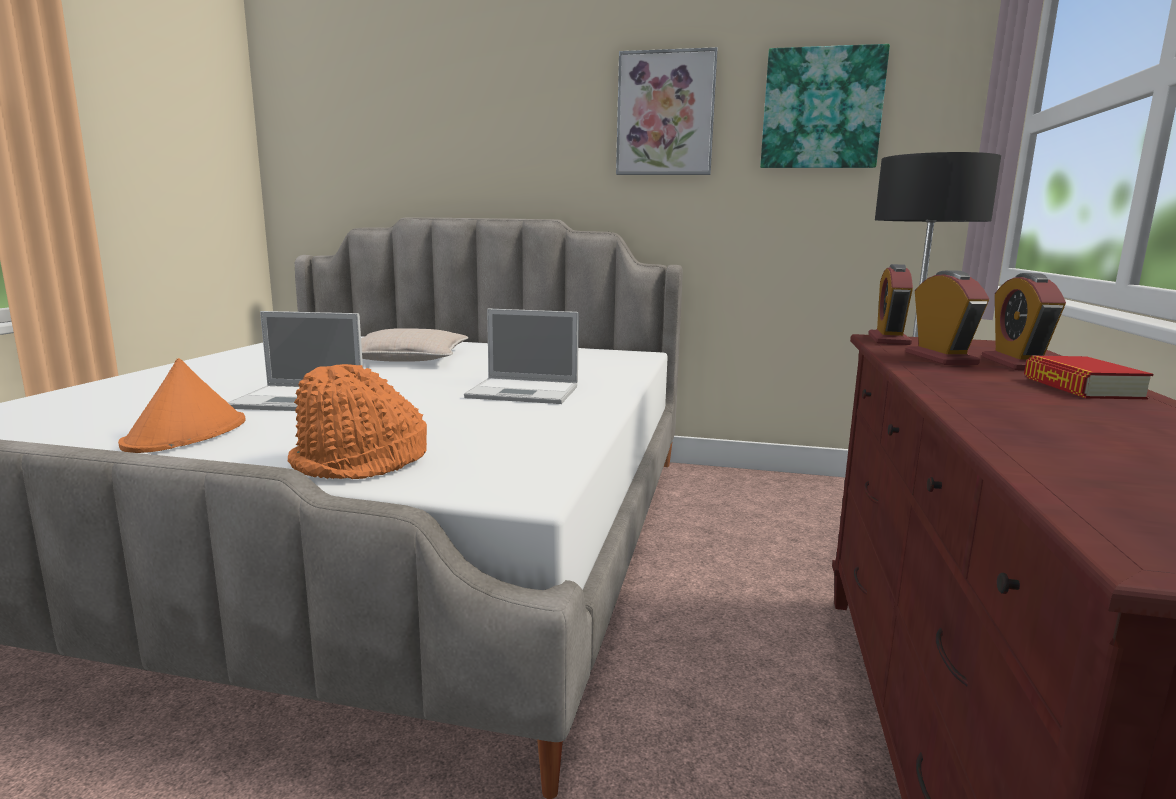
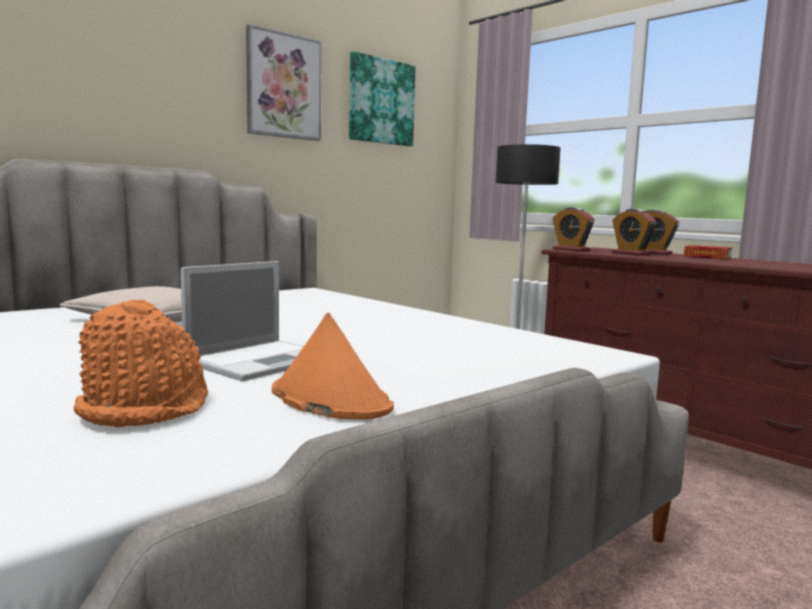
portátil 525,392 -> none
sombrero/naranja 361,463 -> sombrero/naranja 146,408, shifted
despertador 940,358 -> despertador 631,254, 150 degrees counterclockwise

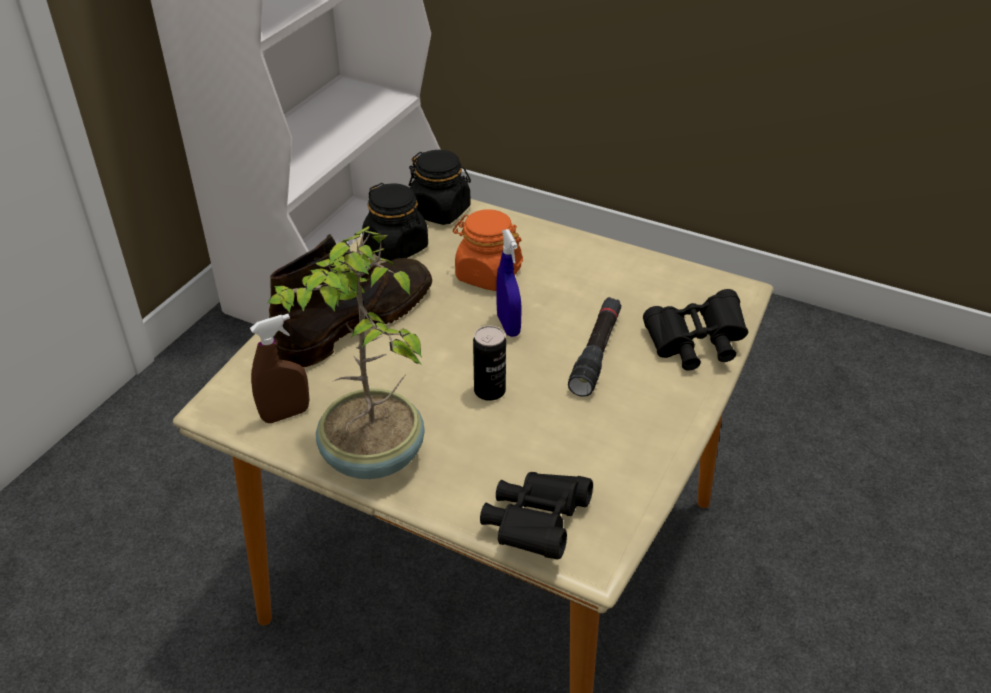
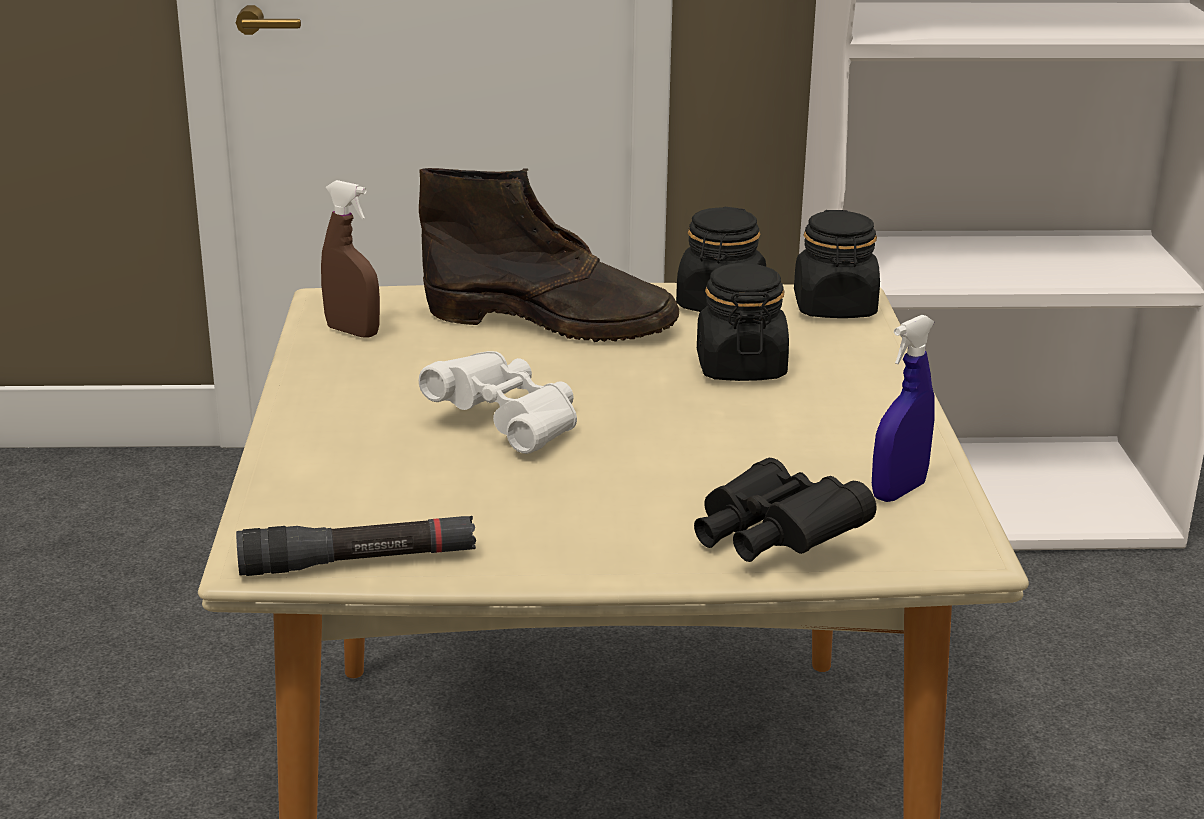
planta en maceta 371,458 -> none
prismáticos/negro 535,525 -> none
pulverizador/azul 508,325 -> pulverizador/azul 898,491, shifted
linterna/negro 596,353 -> linterna/negro 358,562, shifted
lata 489,391 -> prismáticos/blanco 508,425
tarro/naranja 487,275 -> tarro/negro 740,367

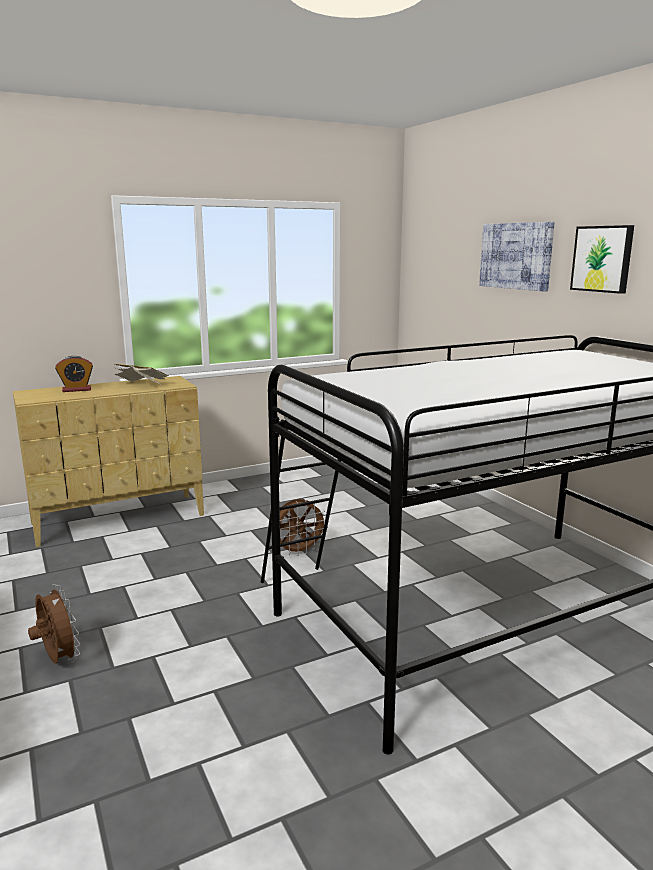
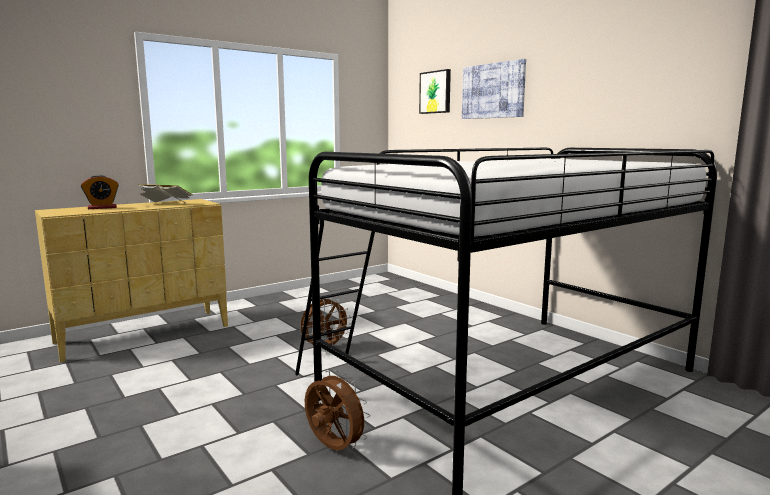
ventilador/marrón 58,660 -> ventilador/marrón 333,448, shifted
cuadro 602,259 -> cuadro 436,92, shifted

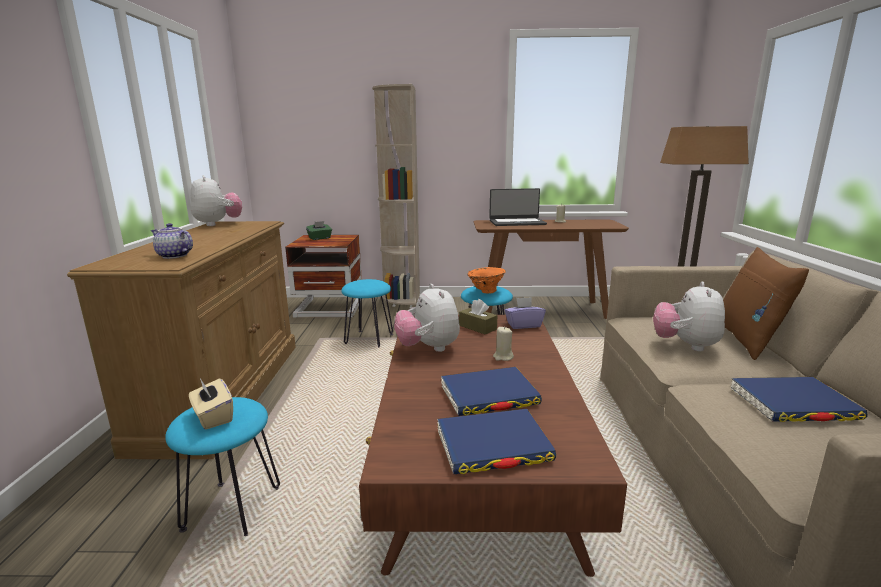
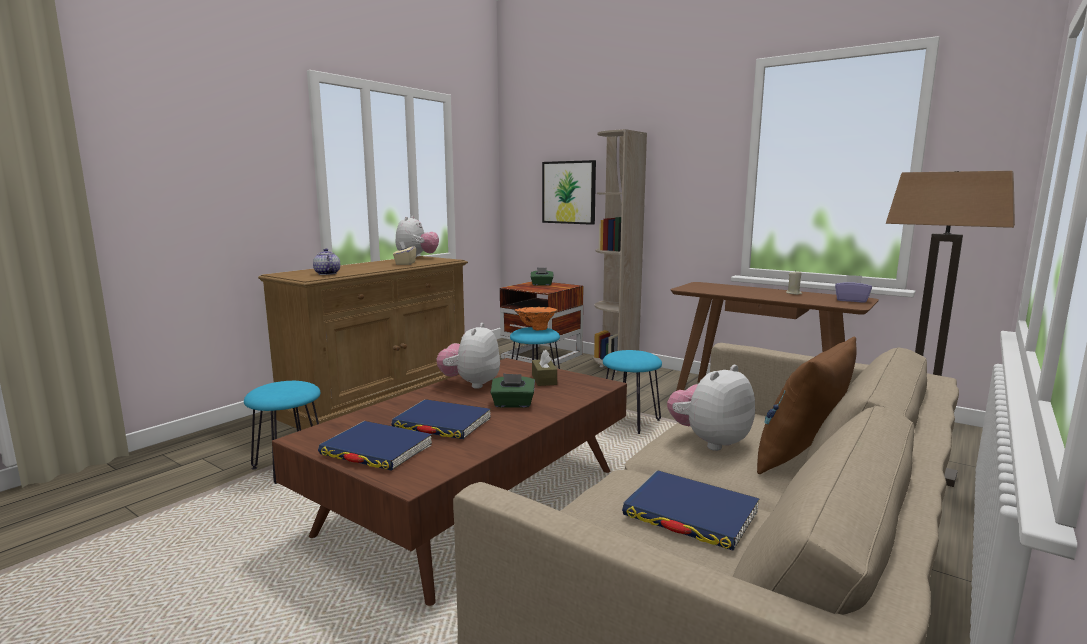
portátil 517,222 -> none
none -> cuadro 569,192
caja de pañuelos/beis 213,417 -> caja de pañuelos/beis 405,263, shifted
florero/naranja 485,292 -> florero/naranja 535,329, shifted
caja de pañuelos/morado 523,325 -> caja de pañuelos/morado 851,300, shifted
vela/beis 503,357 -> caja de pañuelos/verde 513,404

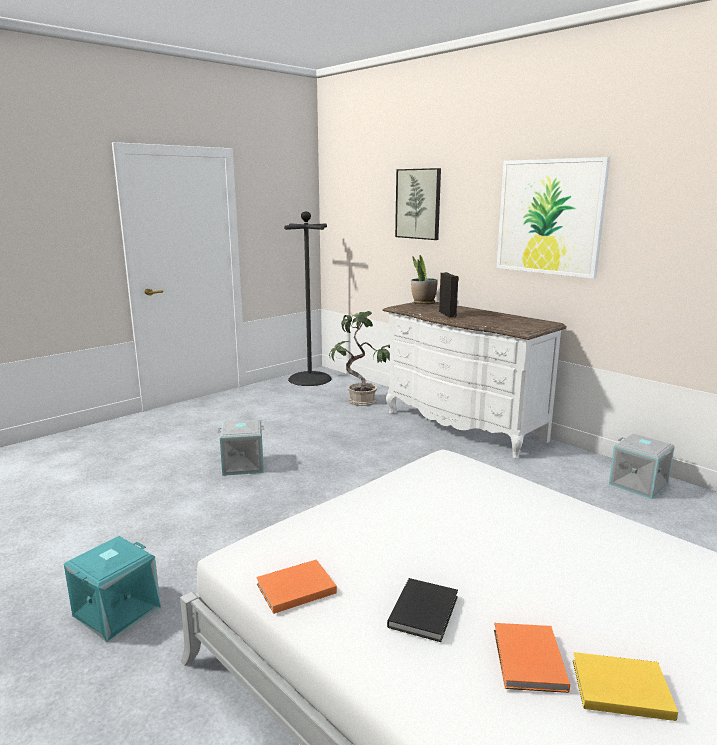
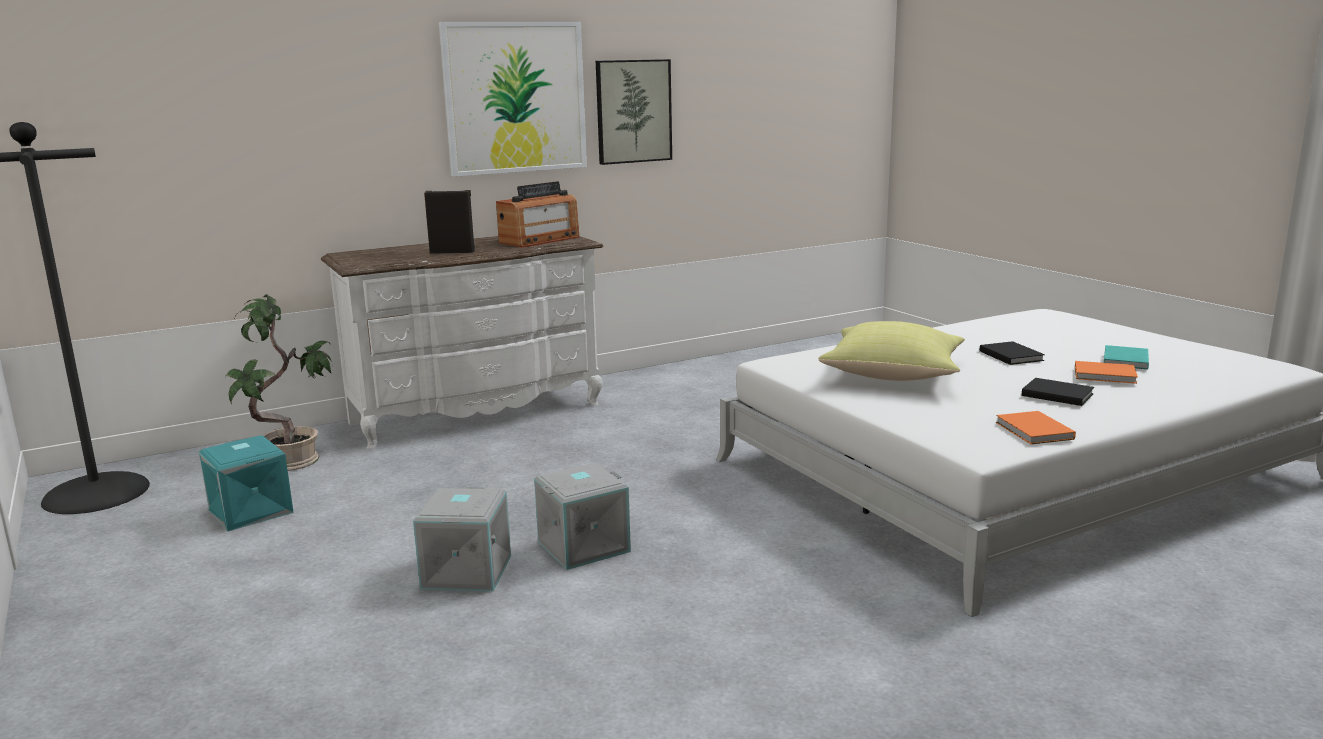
planta en maceta 423,303 -> none
none -> radio 540,240
none -> cojín/amarillo 894,375
none -> libro/negro 1010,355
caja de almacenaje/turquesa 116,611 -> caja de almacenaje/turquesa 249,511, shifted
cuadro 418,204 -> cuadro 633,111, shifted
caja de almacenaje/gris 639,484 -> caja de almacenaje/gris 583,546, shifted
libro/amarillo 618,687 -> libro/turquesa 1124,360

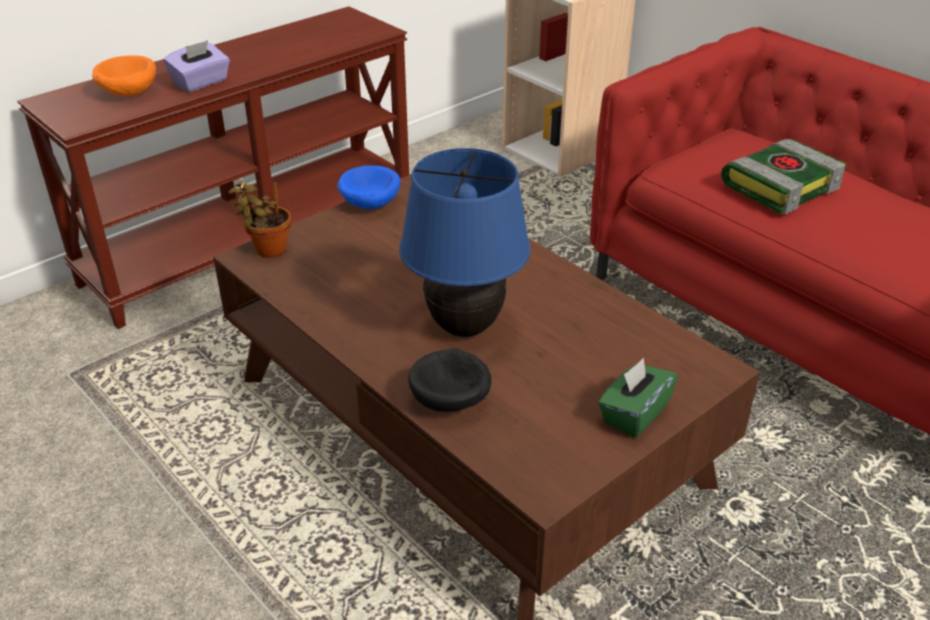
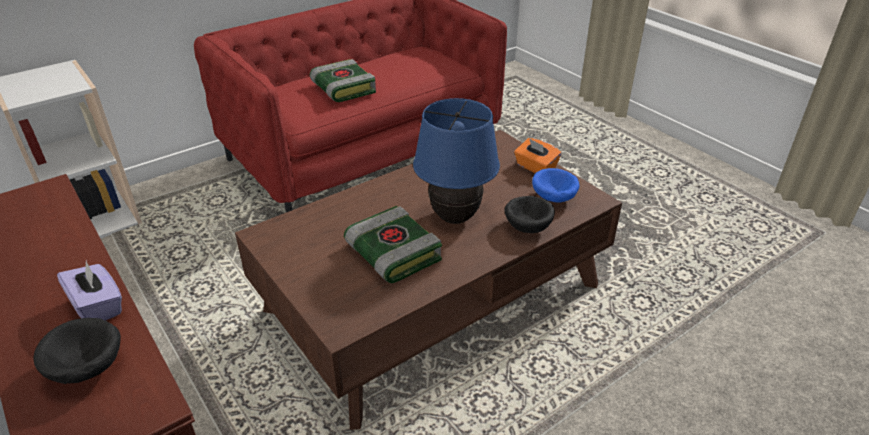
planta en maceta 267,250 -> none
none -> libro 391,253
cuenco/azul 369,204 -> cuenco/azul 553,198, shifted
cuenco/naranja 128,93 -> cuenco/negro 87,369
caja de pañuelos/verde 634,414 -> caja de pañuelos/naranja 535,167

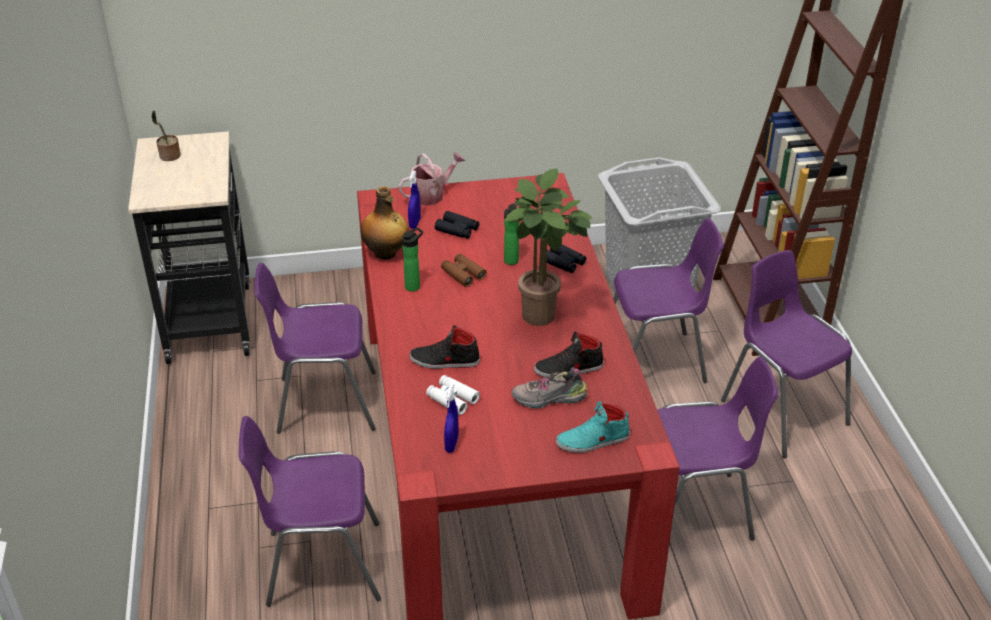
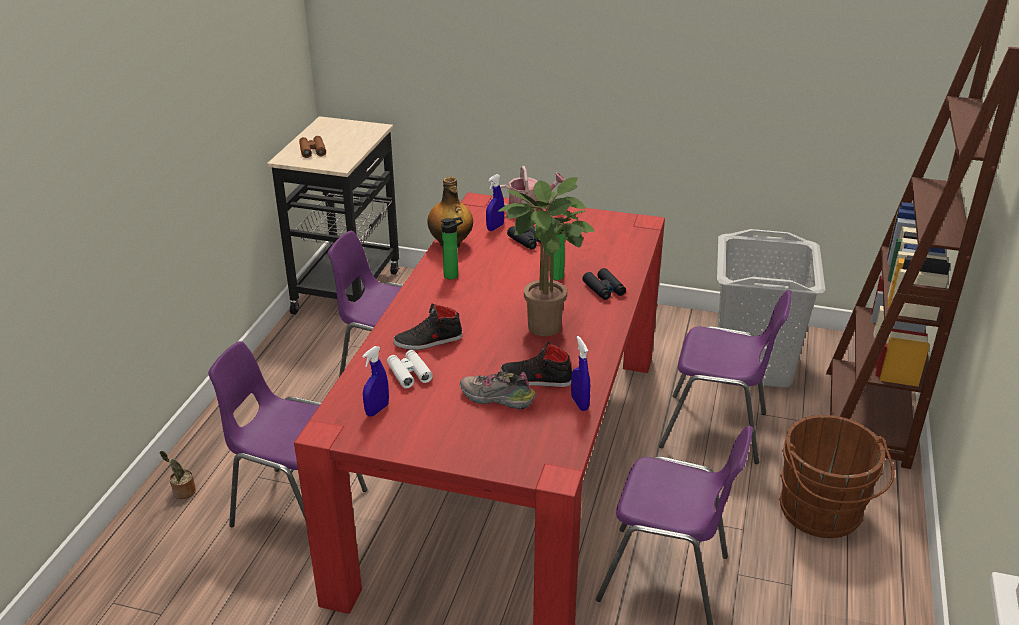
zapato/turquesa 593,441 -> none
none -> pulverizador/azul 579,403
planta en maceta 169,156 -> planta en maceta 182,492, shifted
prismáticos/marrón 463,274 -> prismáticos/marrón 312,150, shifted
silla/morado 781,411 -> cubo/marrón 822,514
zapato/negro 444,361 -> zapato/negro 428,341, 45 degrees counterclockwise

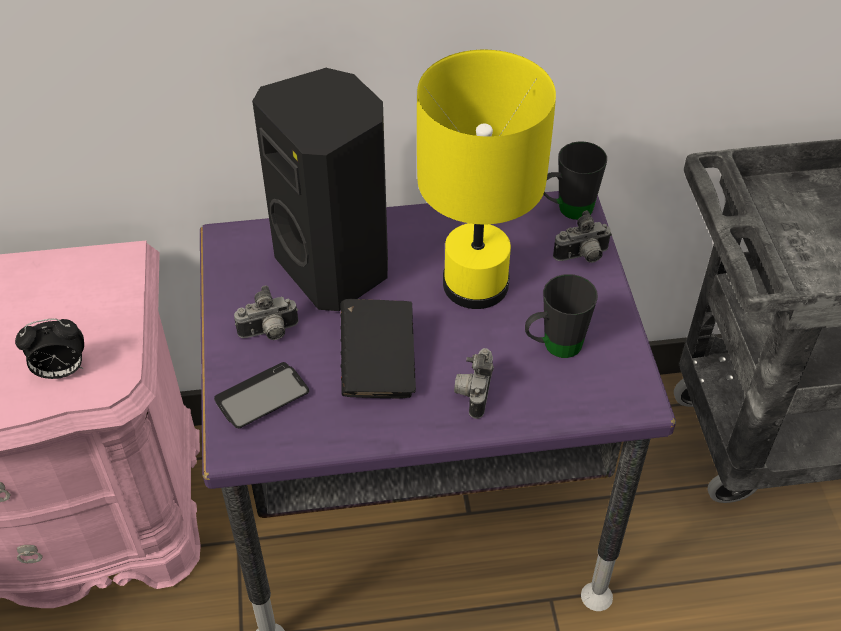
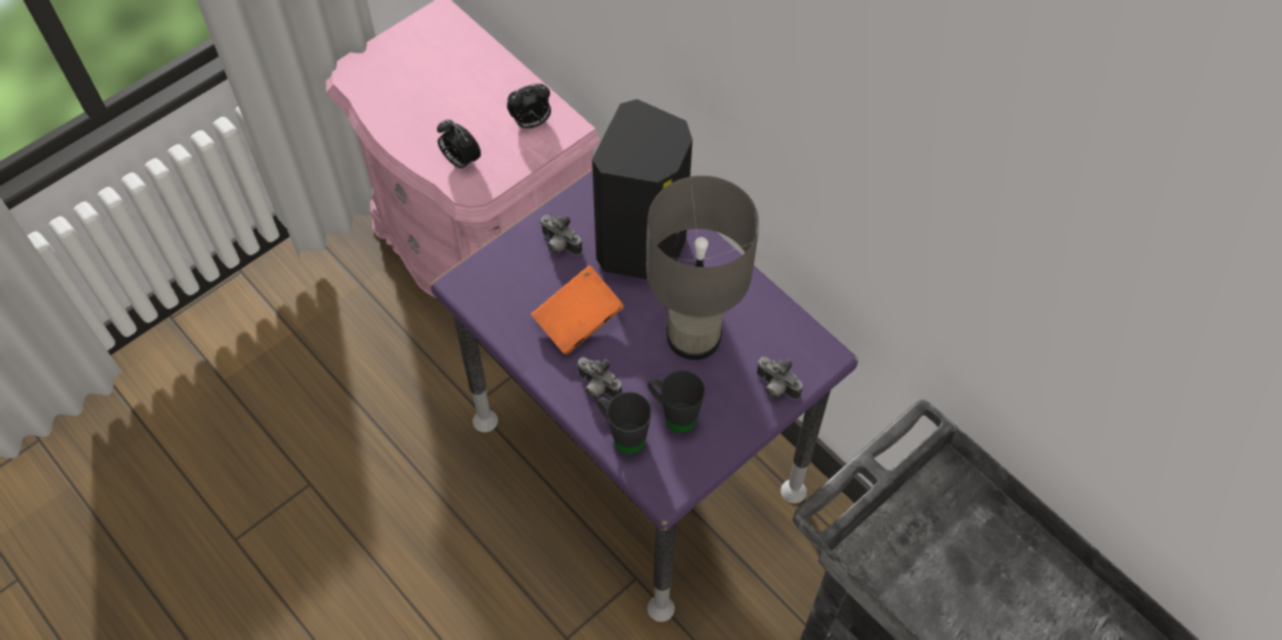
móvil 261,397 -> none
none -> despertador 531,123
taza grande/negro 567,210 -> taza grande/negro 622,435, shifted
libro/negro 378,365 -> libro/naranja 578,321
lámpara de mesa/amarillo 474,284 -> lámpara de mesa/gris 692,335
cámara 473,392 -> cámara 596,388, 120 degrees counterclockwise

